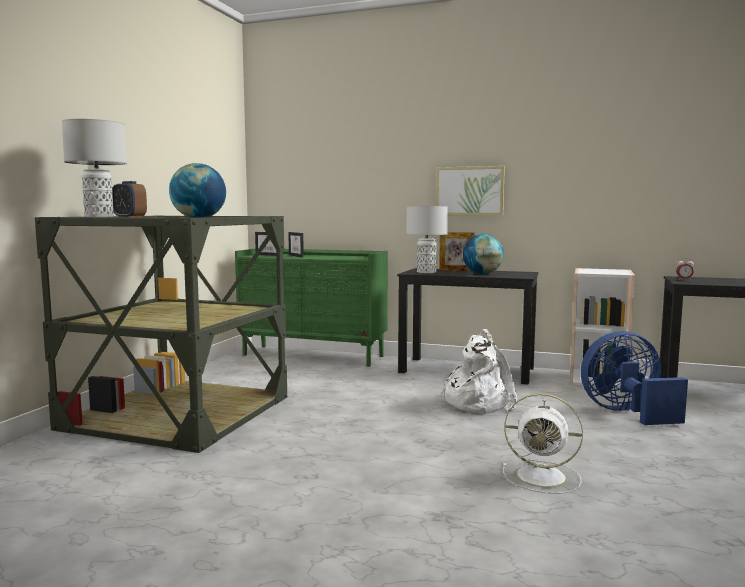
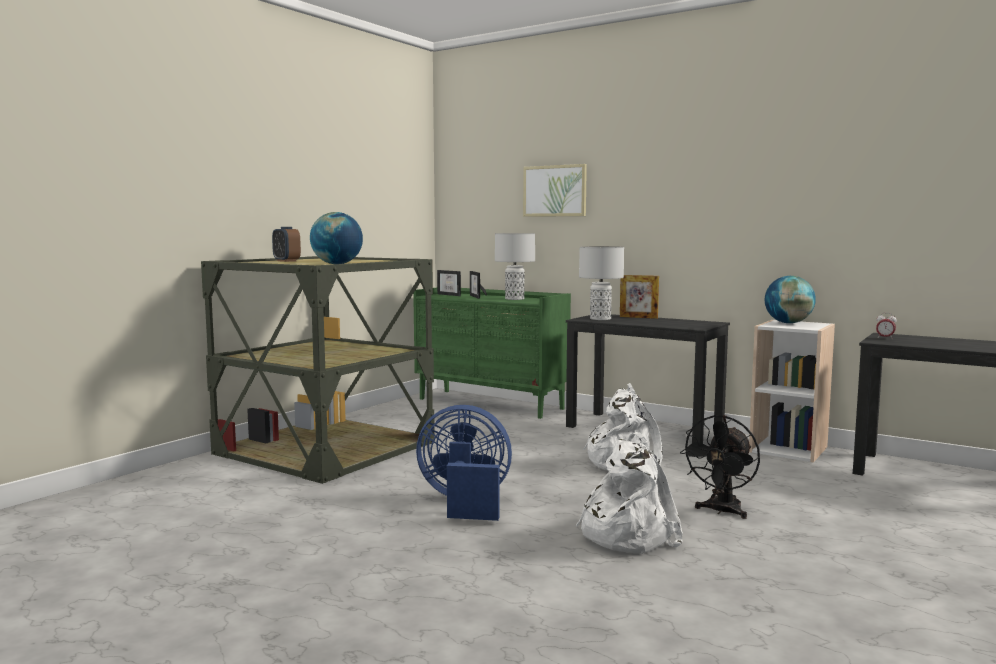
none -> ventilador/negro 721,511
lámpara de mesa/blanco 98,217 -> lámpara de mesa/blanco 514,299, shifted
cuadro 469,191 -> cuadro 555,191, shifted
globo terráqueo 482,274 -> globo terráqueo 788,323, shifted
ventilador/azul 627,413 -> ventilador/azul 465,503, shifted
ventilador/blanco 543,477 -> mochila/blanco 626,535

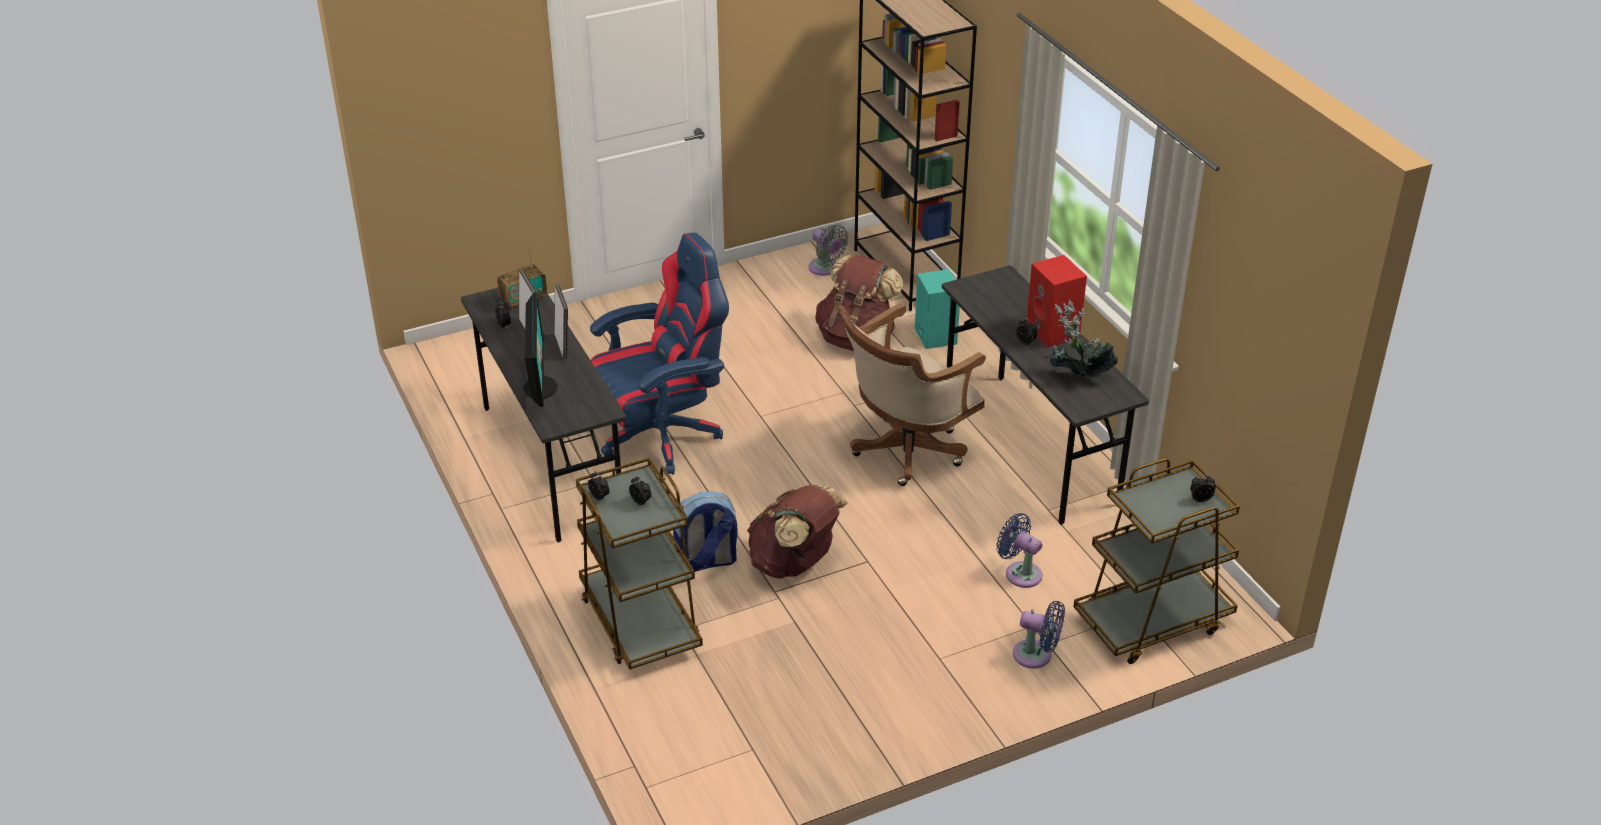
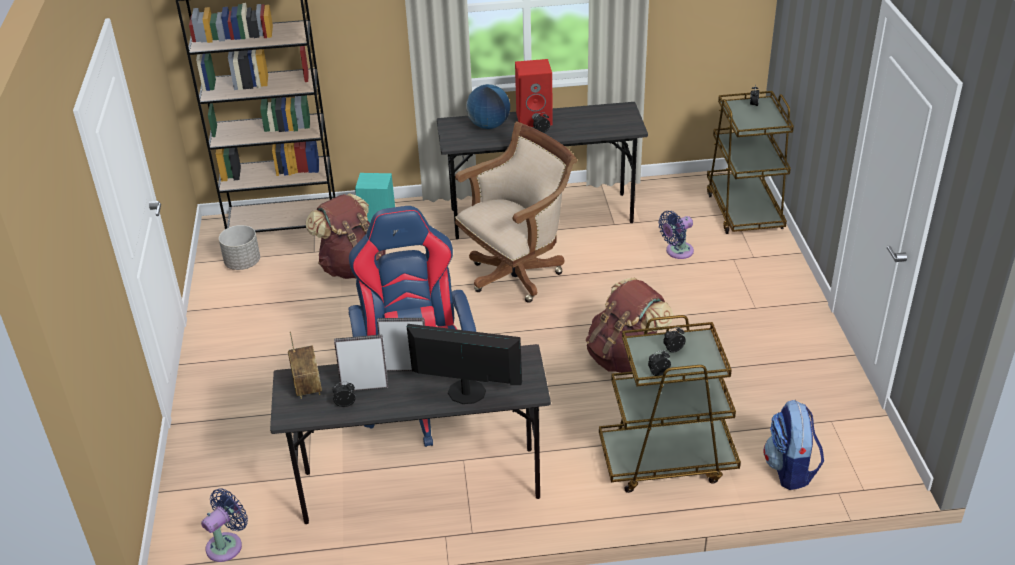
planta en maceta 1076,378 -> none
none -> globo terráqueo 489,126
mochila 706,562 -> mochila 790,469, shifted
ventilador/azul 1036,655 -> ventilador/azul 227,544, shifted
ventilador/gris 825,269 -> maceta/gris 242,263
silla de oficina 905,454 -> silla de oficina 518,274, 105 degrees counterclockwise

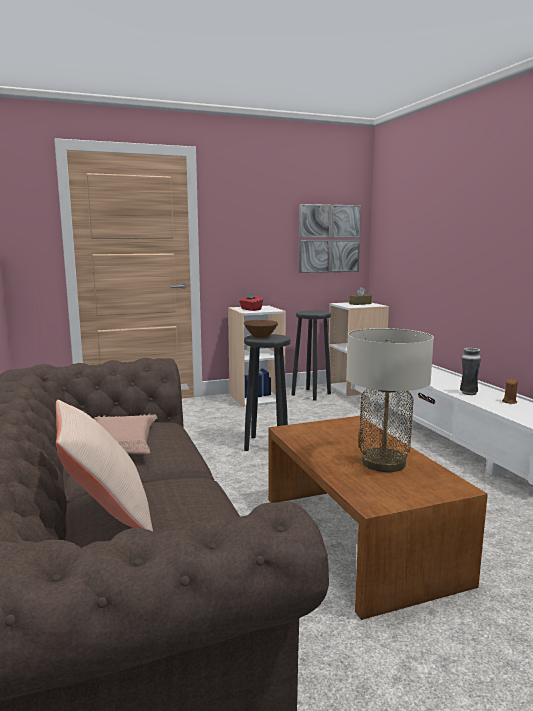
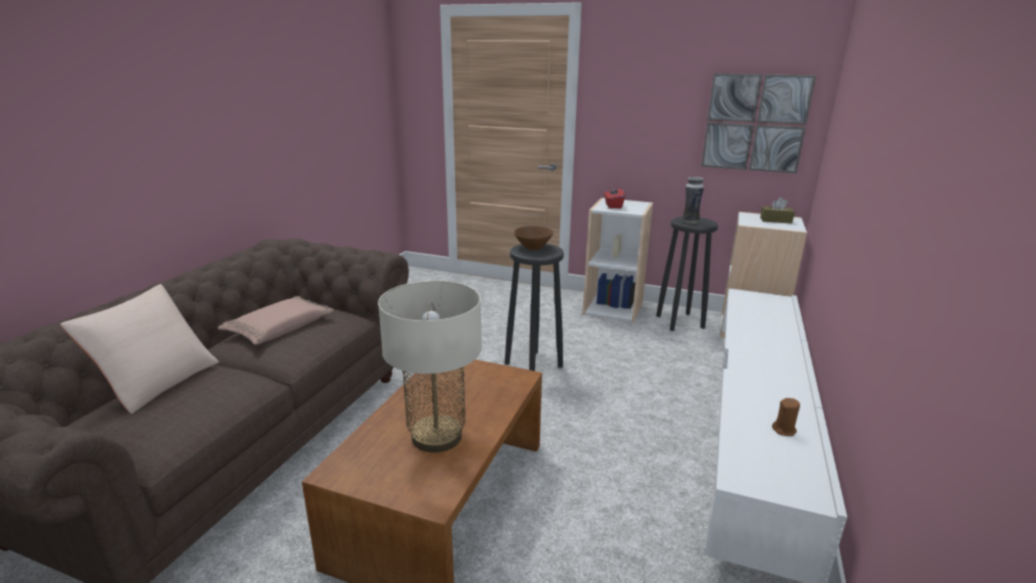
florero 468,393 -> florero 690,222, shifted

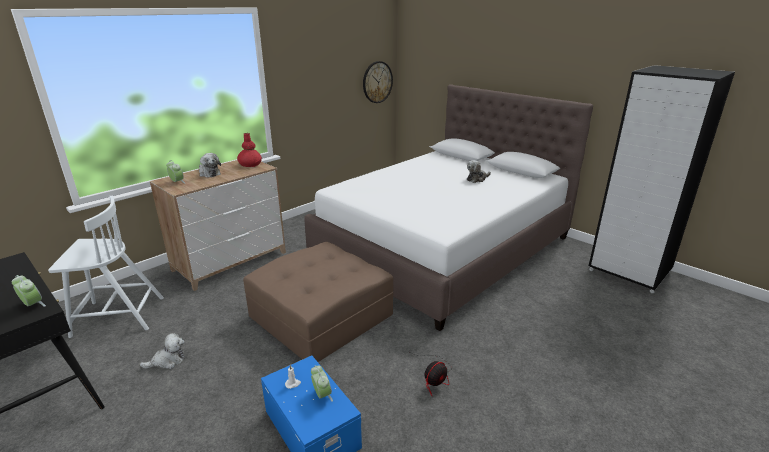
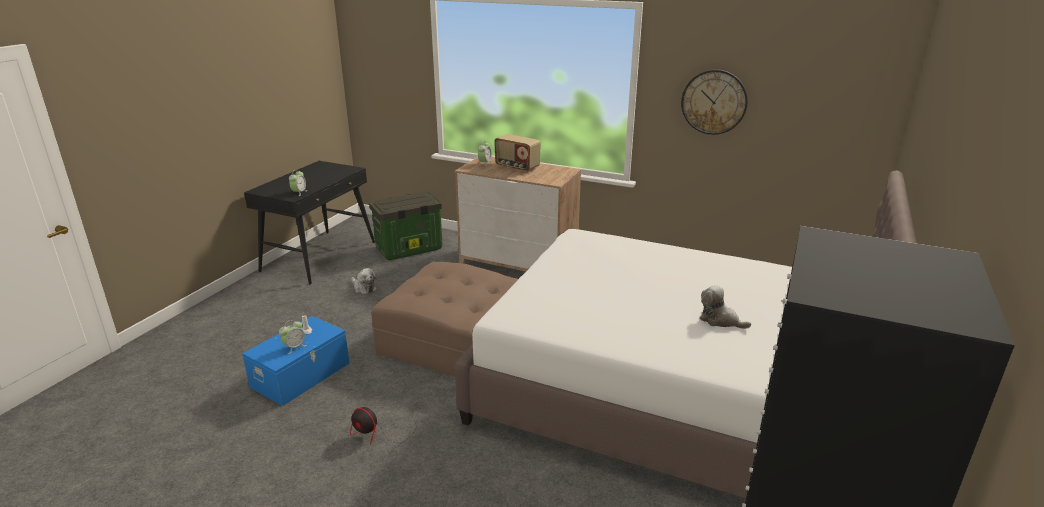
florero/rojo 250,164 -> none
reloj de pared 377,82 -> reloj de pared 714,102, shifted
silla/blanco 117,316 -> caja de almacenaje 408,249
peluche 209,173 -> radio 517,167

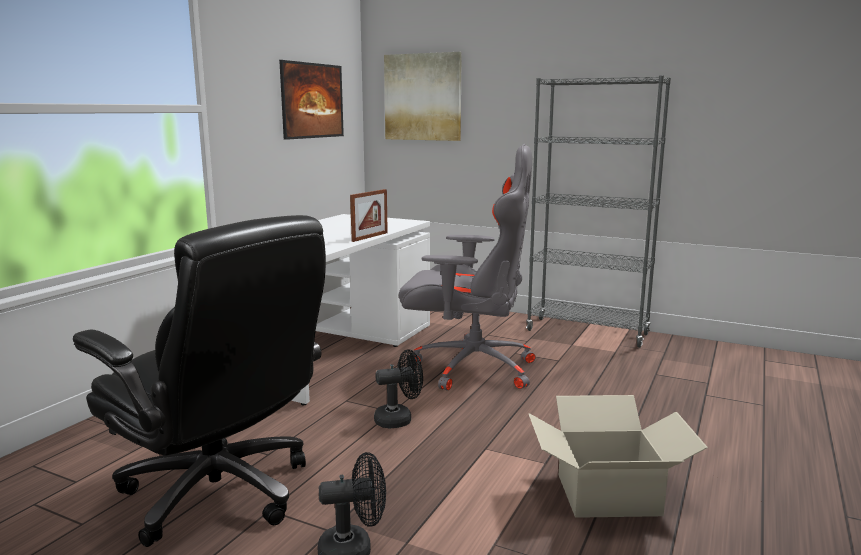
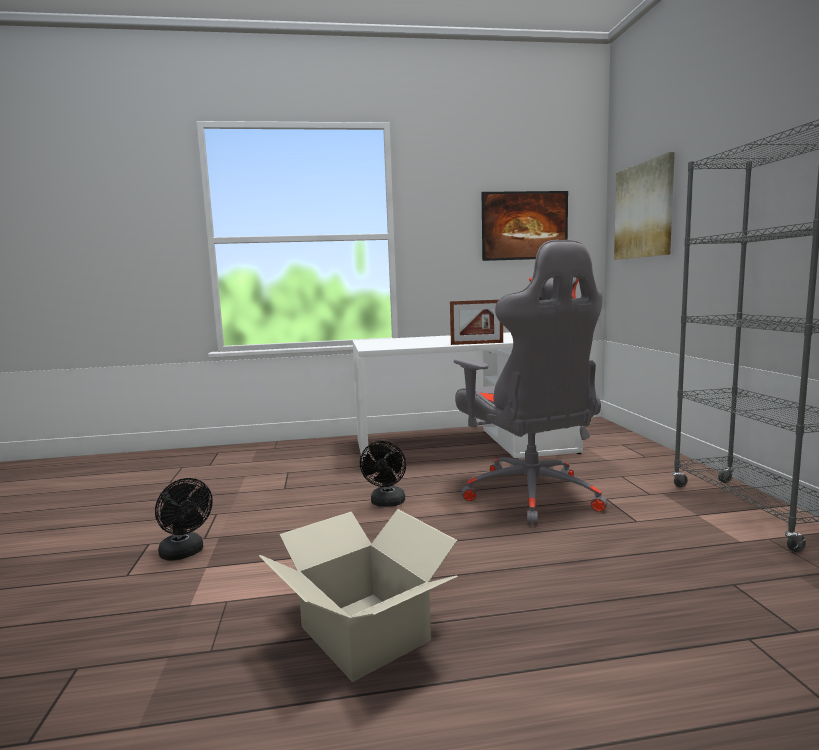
silla de oficina/negro 221,497 -> none
ventilador/negro 399,419 -> ventilador/negro 387,503, 60 degrees clockwise

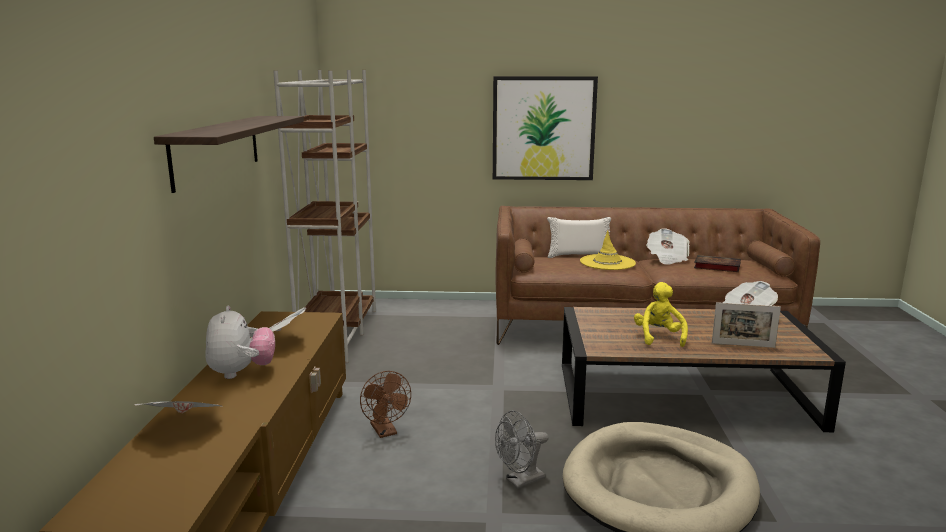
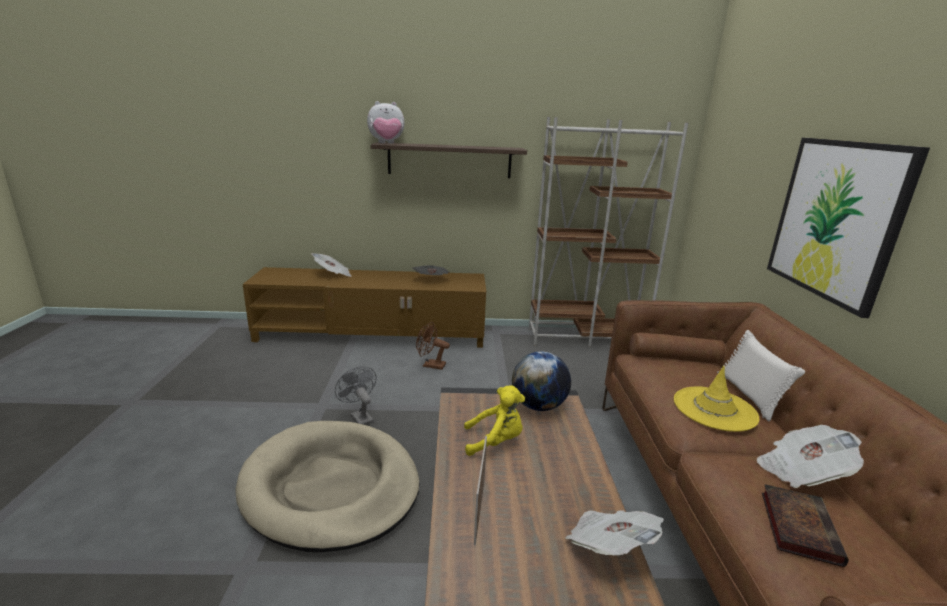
none -> globo terráqueo 538,406
peluche 241,372 -> peluche 386,143, shifted
ventilador/marrón 385,432 -> ventilador/marrón 430,365, 45 degrees clockwise

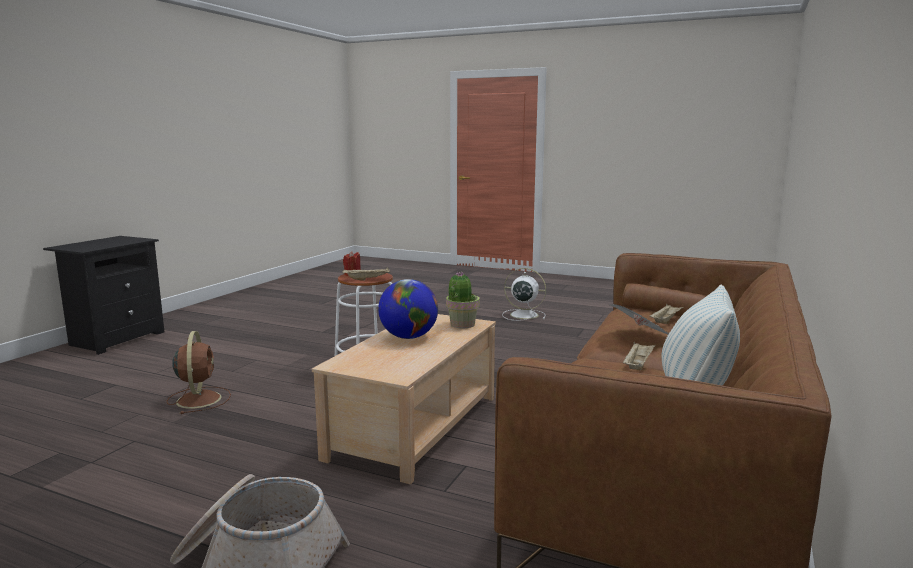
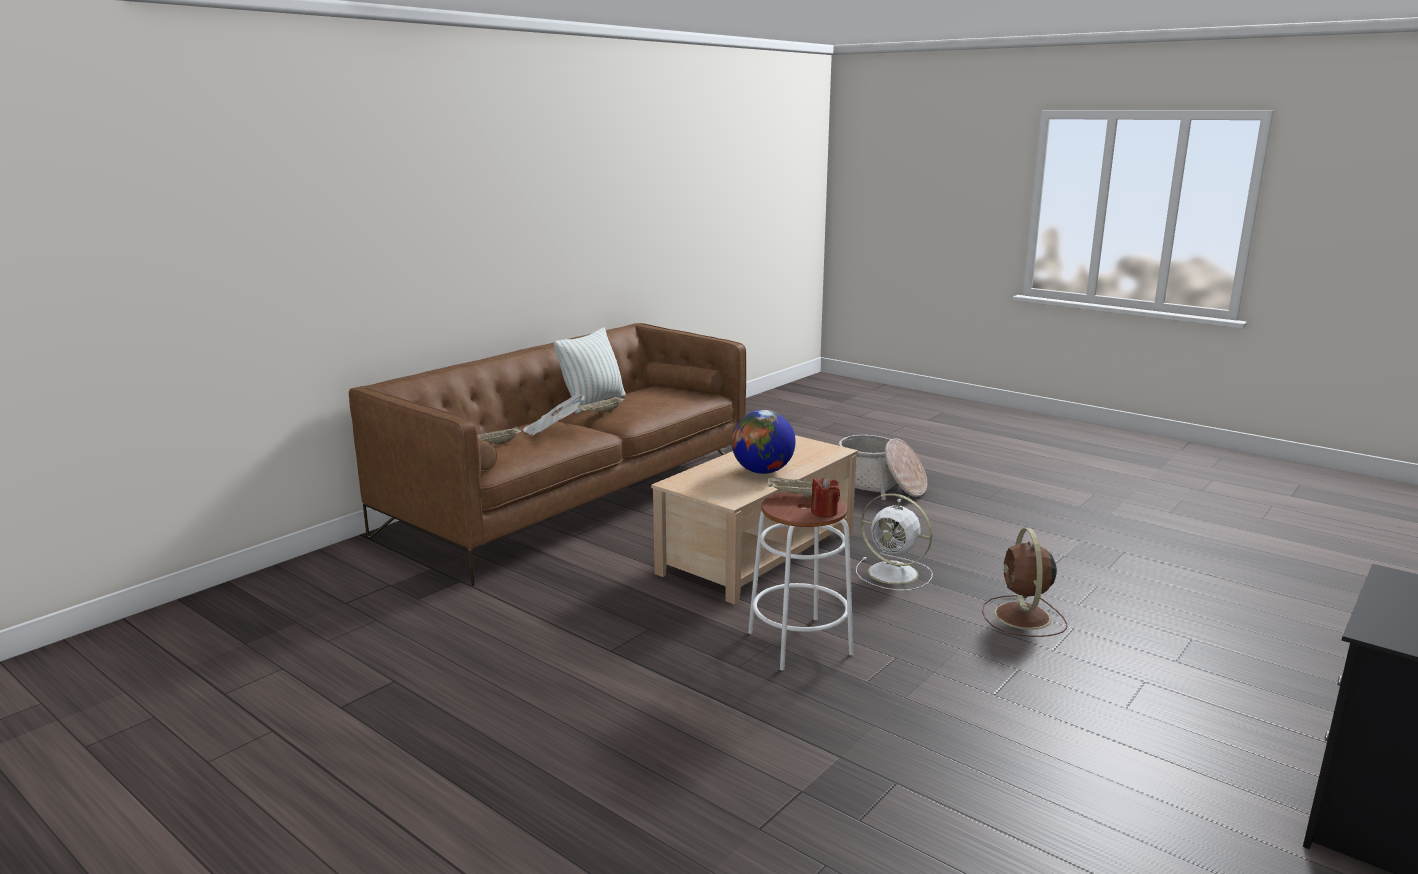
planta en maceta 462,325 -> none
ventilador/blanco 522,315 -> ventilador/blanco 895,574, shifted

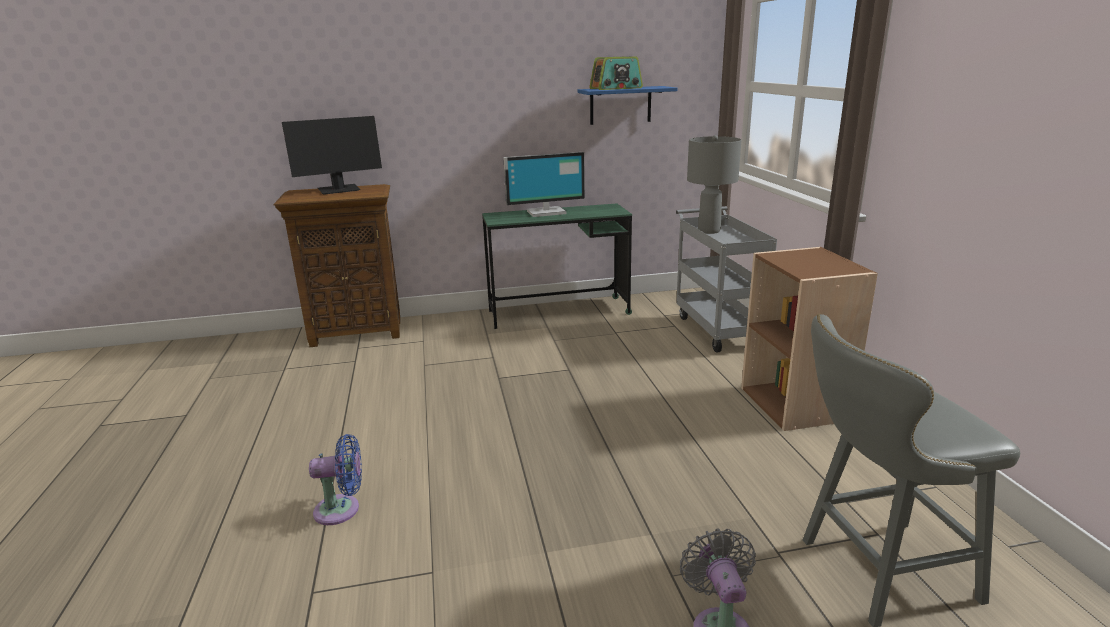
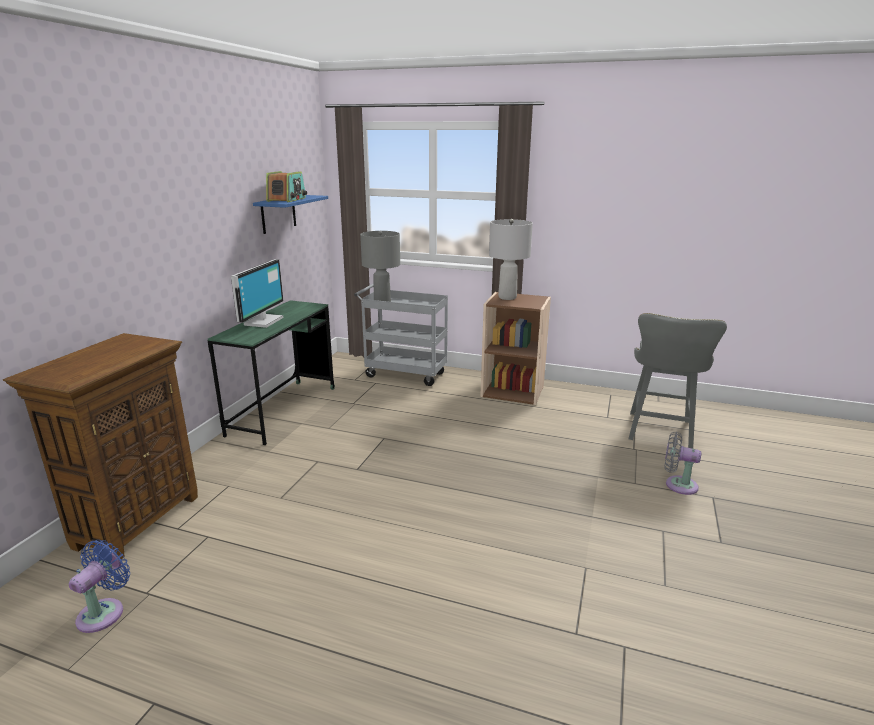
monitor 339,190 -> none
none -> lámpara de mesa/gris 507,297
ventilador/azul 342,509 -> ventilador/azul 104,612, shifted

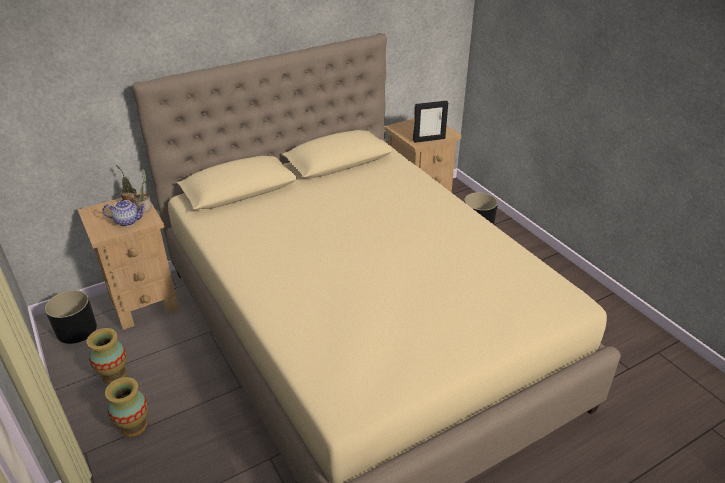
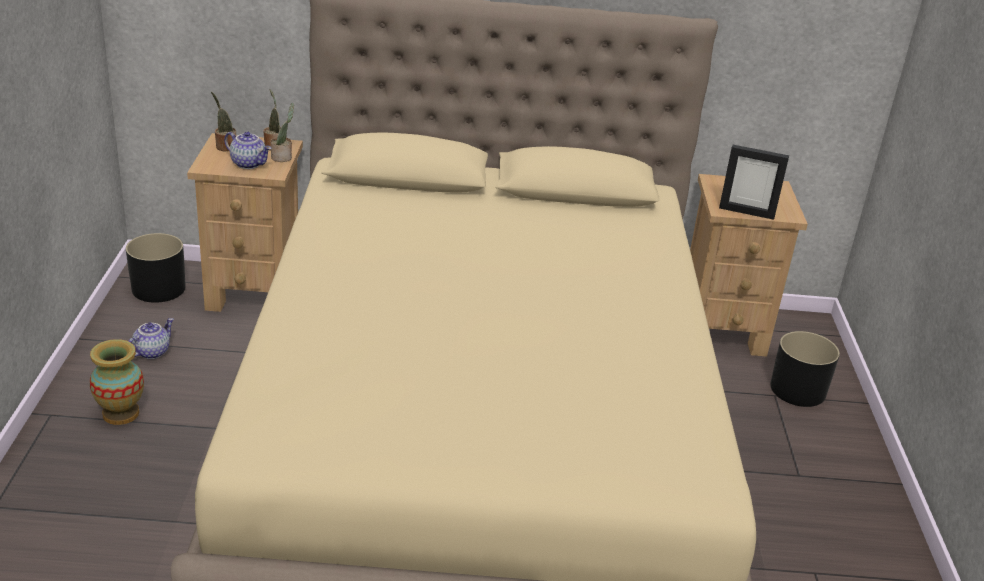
none -> planta en maceta 225,146
florero 114,374 -> tetera 151,352

